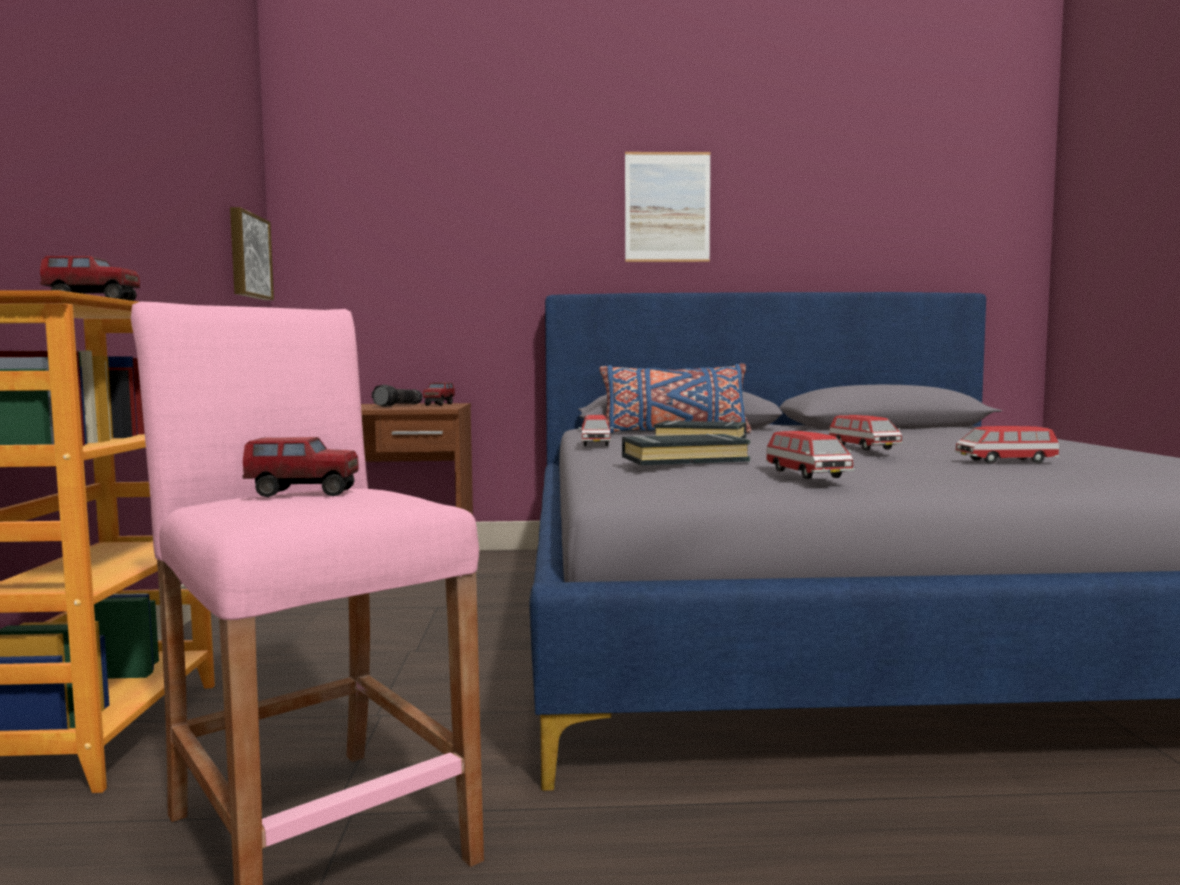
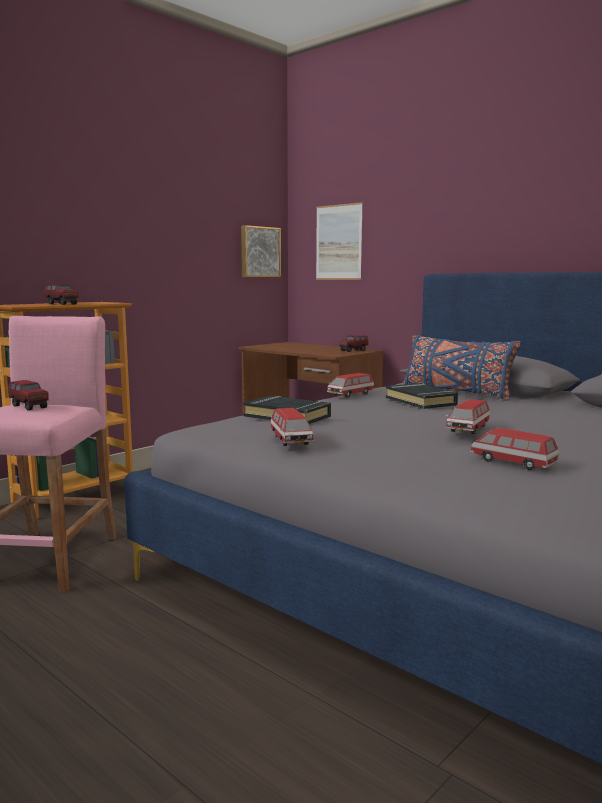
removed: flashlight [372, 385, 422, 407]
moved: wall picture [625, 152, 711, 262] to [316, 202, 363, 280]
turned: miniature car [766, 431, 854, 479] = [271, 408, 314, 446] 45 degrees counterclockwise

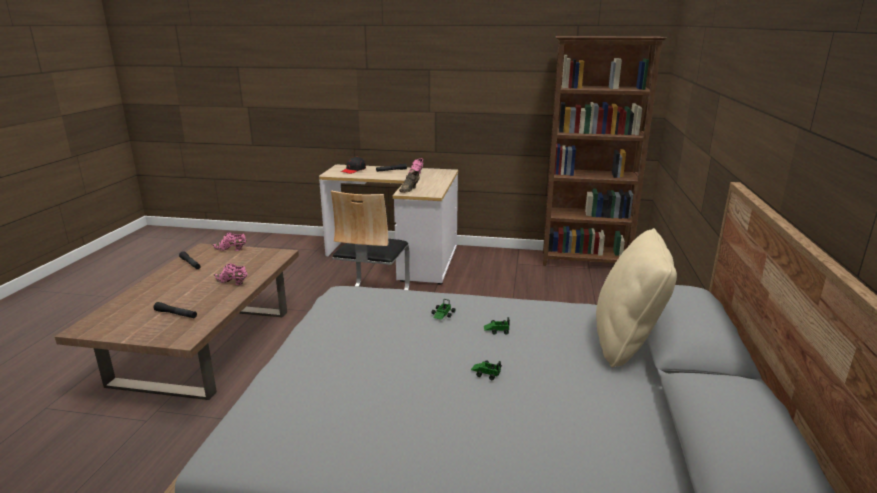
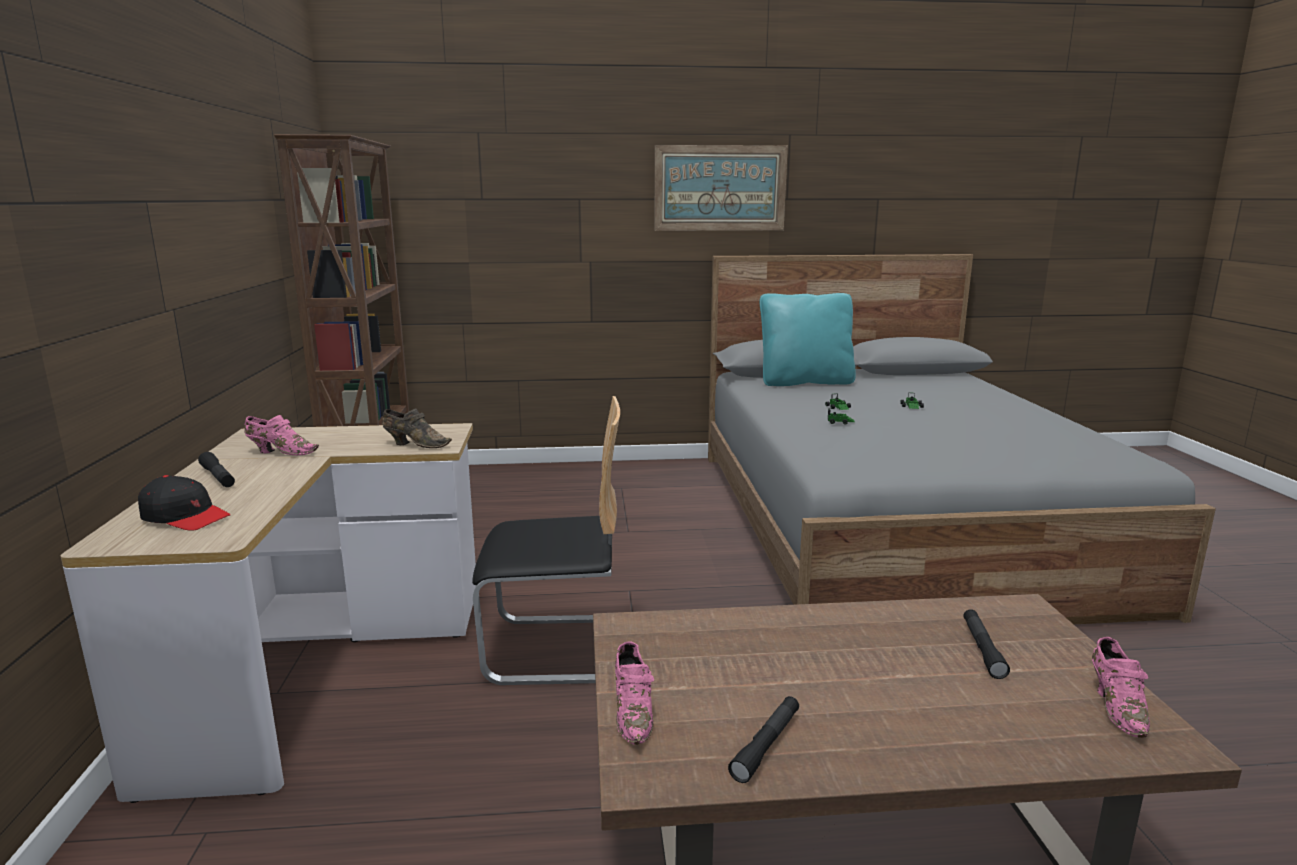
added: wall picture [655, 145, 788, 231]
moved: pinkish item of footwear [214, 263, 248, 285] to [1092, 637, 1150, 738]
recoloured: beige throw pillow [596, 228, 677, 368] to turquoise-coloured throw pillow [760, 293, 856, 386]

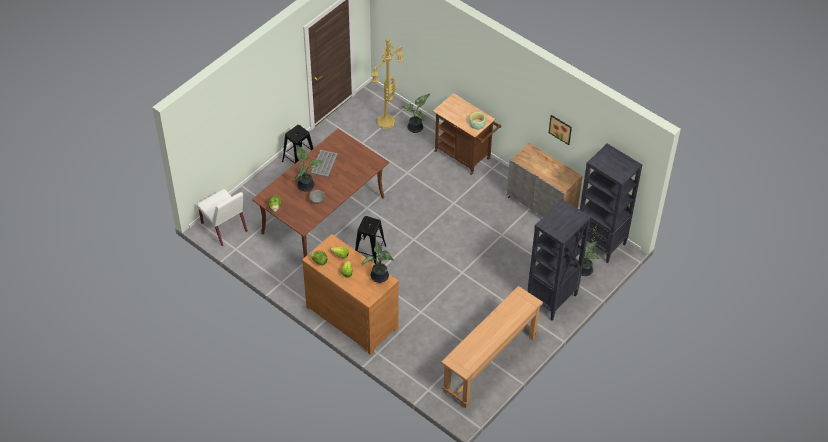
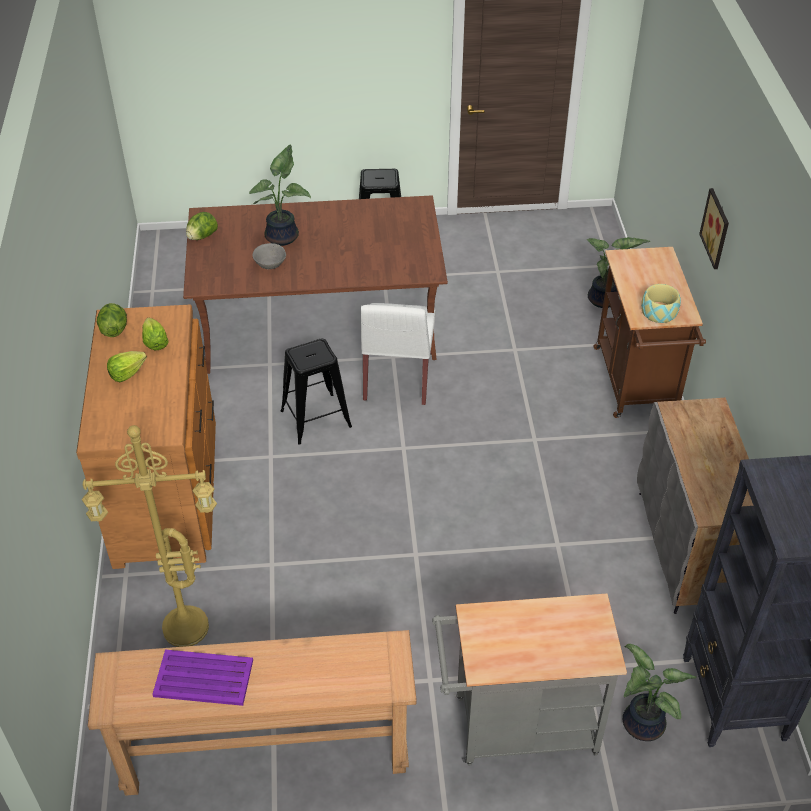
removed: gray carrying tray [311, 150, 338, 177]; potted plant [362, 242, 394, 283]
added: purple-coloured carrying tray [152, 650, 253, 706]
moved: yellowish standing lamp [371, 38, 404, 129] to [82, 425, 217, 647]; white-coloured chair [197, 189, 248, 246] to [361, 303, 436, 405]; wall picture [549, 115, 572, 145] to [699, 188, 729, 269]
replaced: black shelving unit [527, 199, 591, 320] to gray wheeled cart [432, 594, 627, 766]

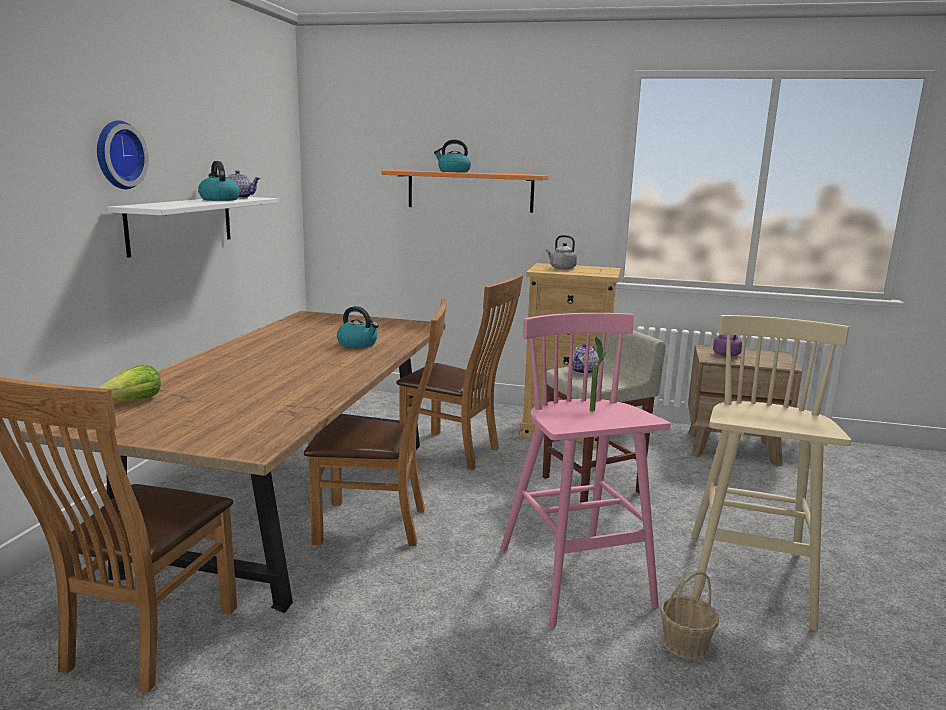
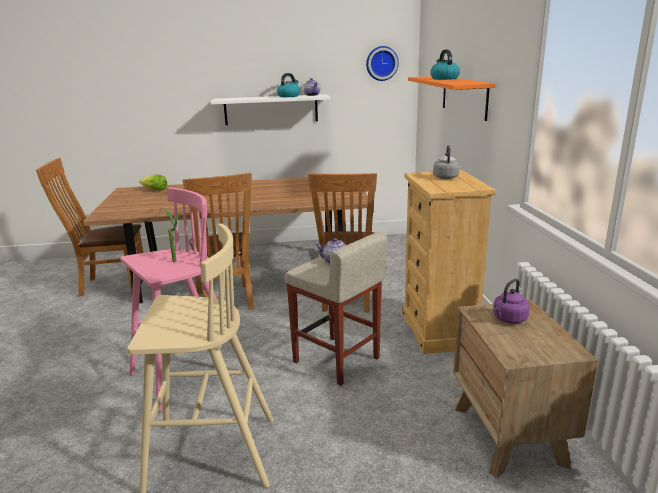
removed: tea kettle [337, 306, 379, 348]; basket [660, 570, 719, 660]
moved: hanging clock [97, 120, 149, 189] to [366, 46, 399, 81]

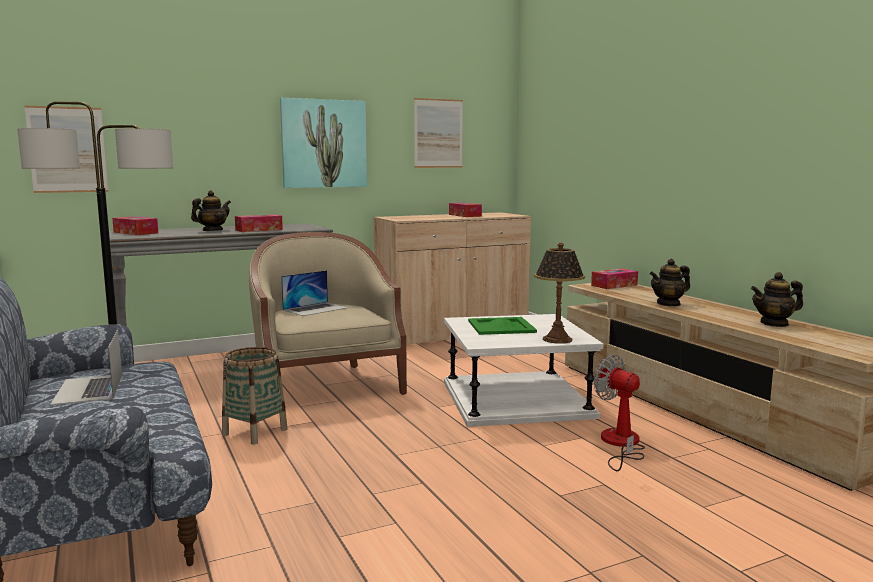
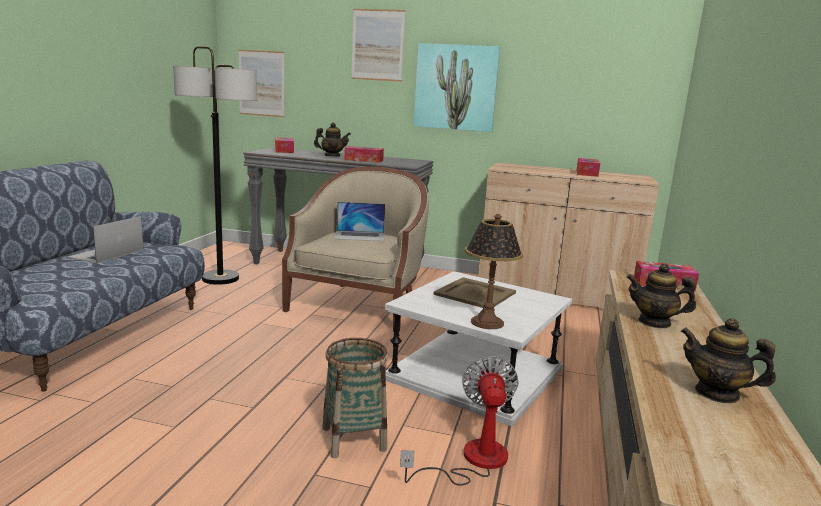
moved: basket [222, 347, 288, 445] to [322, 338, 388, 458]; wall picture [414, 98, 463, 168] to [351, 9, 405, 82]
recoloured: green carrying tray [468, 317, 537, 335] to beige carrying tray [433, 277, 516, 308]

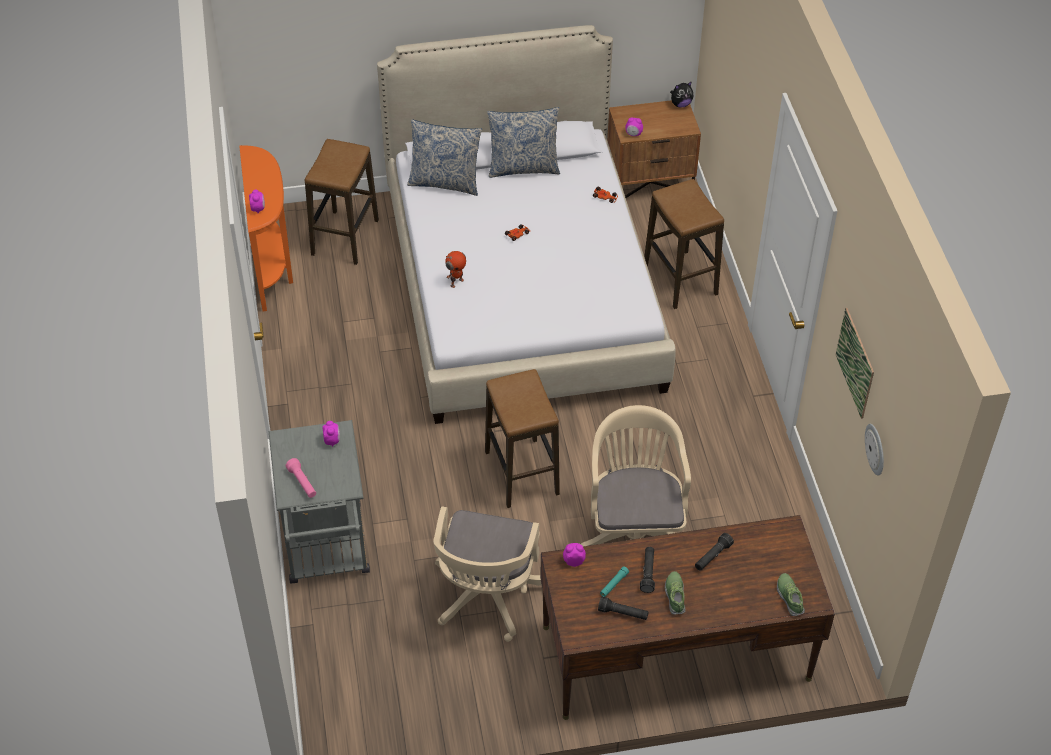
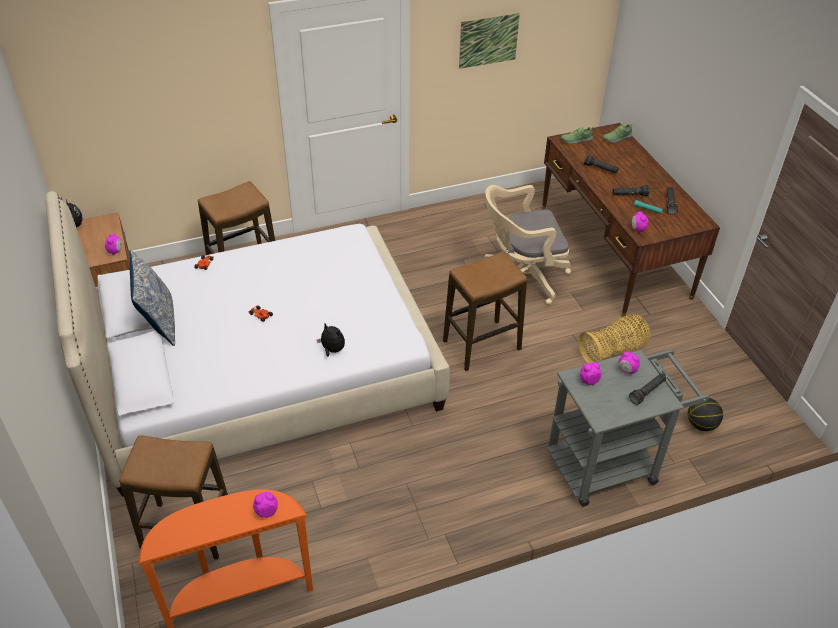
removed: throw pillow [407, 119, 482, 196]; hanging clock [865, 424, 884, 475]
added: table clock [619, 351, 640, 374]; basketball ball [688, 398, 723, 431]
moved: item of footwear [665, 571, 685, 615] to [561, 127, 593, 144]
replaced: toy robot [445, 251, 466, 288] to cuddly toy [317, 324, 345, 357]; beige computer chair [433, 507, 542, 642] to basket [578, 314, 650, 363]
recoloured: pinkish flashlight [286, 458, 316, 498] to black flashlight [629, 373, 666, 405]

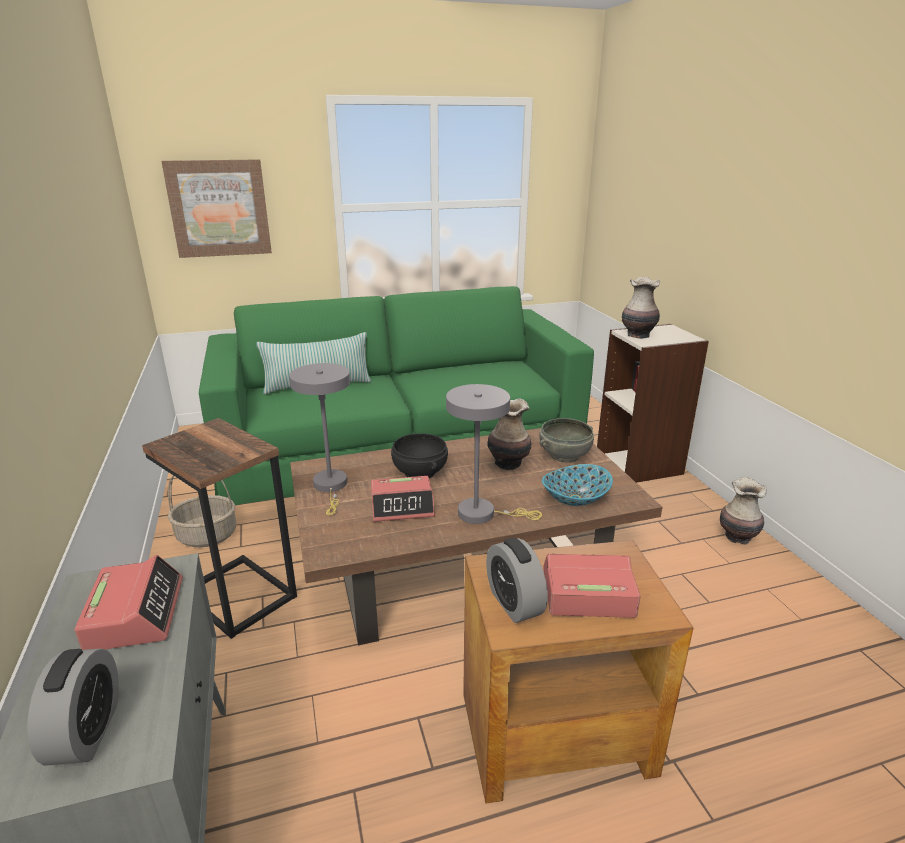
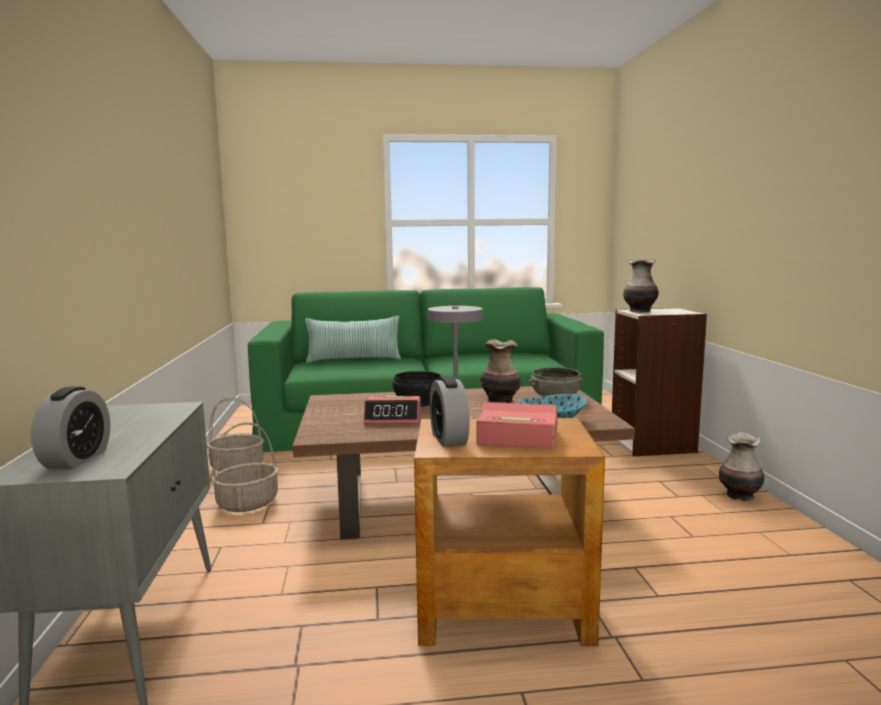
removed: table clock [74, 555, 183, 650]; wall picture [161, 159, 272, 258]; gray tabletop lamp [290, 363, 350, 515]
replaced: accent table [142, 418, 297, 639] to basket [212, 422, 279, 512]

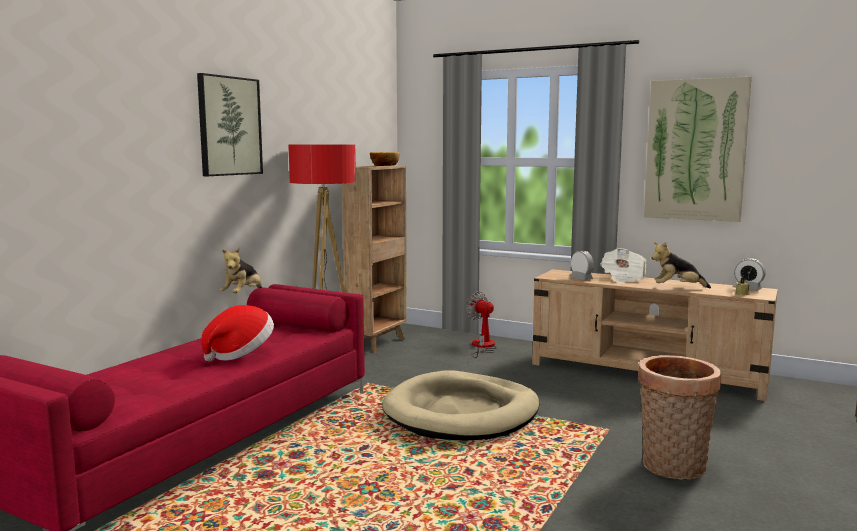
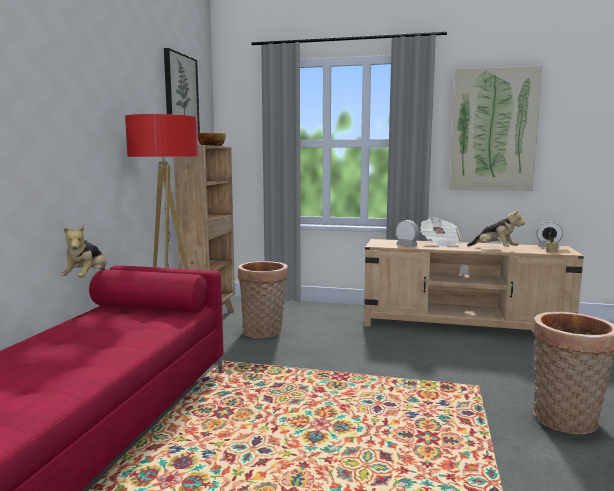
removed: clothing hat [201, 305, 274, 362]; beige pet bed [382, 370, 540, 440]; electric fan [466, 291, 497, 358]
added: basket [238, 261, 288, 338]
moved: wall picture [197, 73, 263, 176] to [164, 48, 200, 133]
turned: cuddly toy [651, 242, 711, 288] = [467, 208, 525, 247] 120 degrees counterclockwise

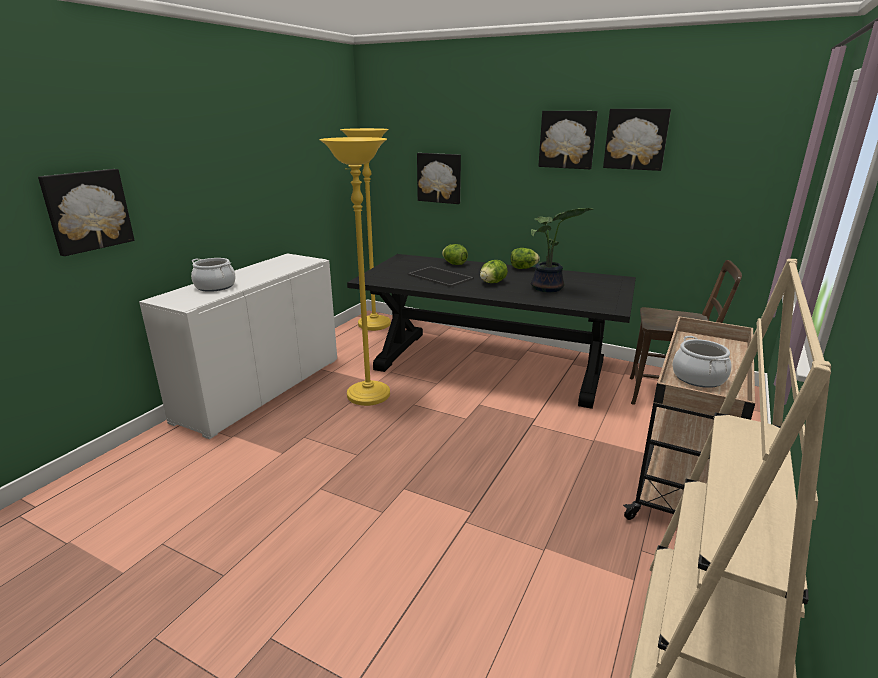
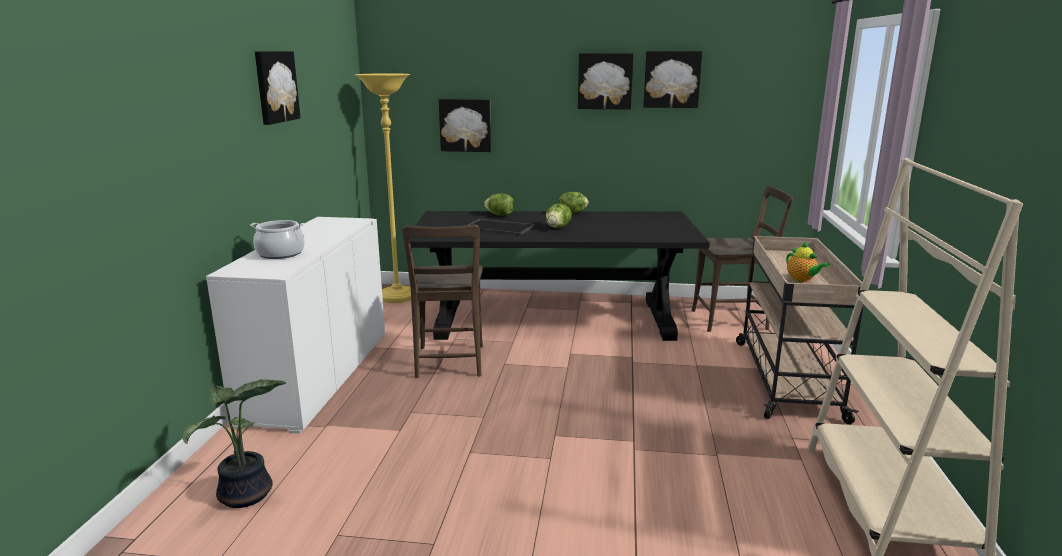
moved: potted plant [531, 208, 593, 292] to [183, 379, 287, 508]; wall picture [38, 169, 135, 256] to [255, 51, 301, 125]
replaced: yellowish standing lamp [319, 137, 390, 406] to brown chair [402, 224, 483, 378]; cooking pot [672, 336, 732, 388] to pot for tea [786, 241, 830, 282]

